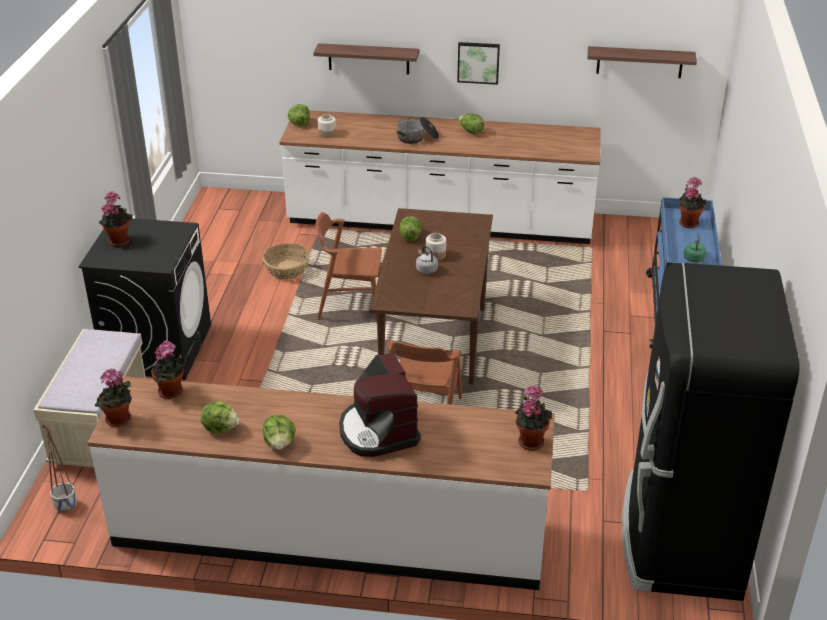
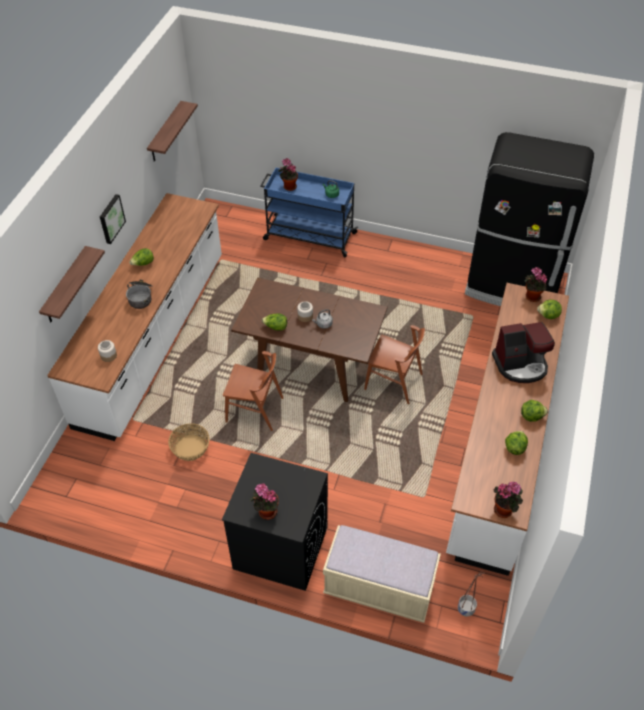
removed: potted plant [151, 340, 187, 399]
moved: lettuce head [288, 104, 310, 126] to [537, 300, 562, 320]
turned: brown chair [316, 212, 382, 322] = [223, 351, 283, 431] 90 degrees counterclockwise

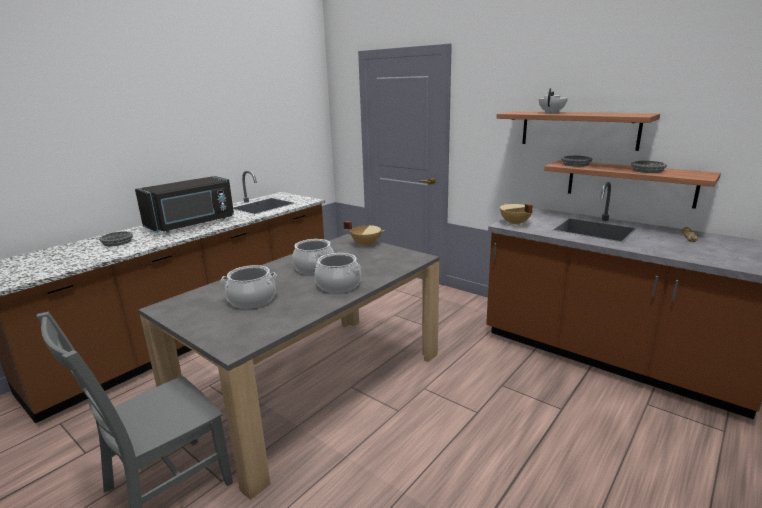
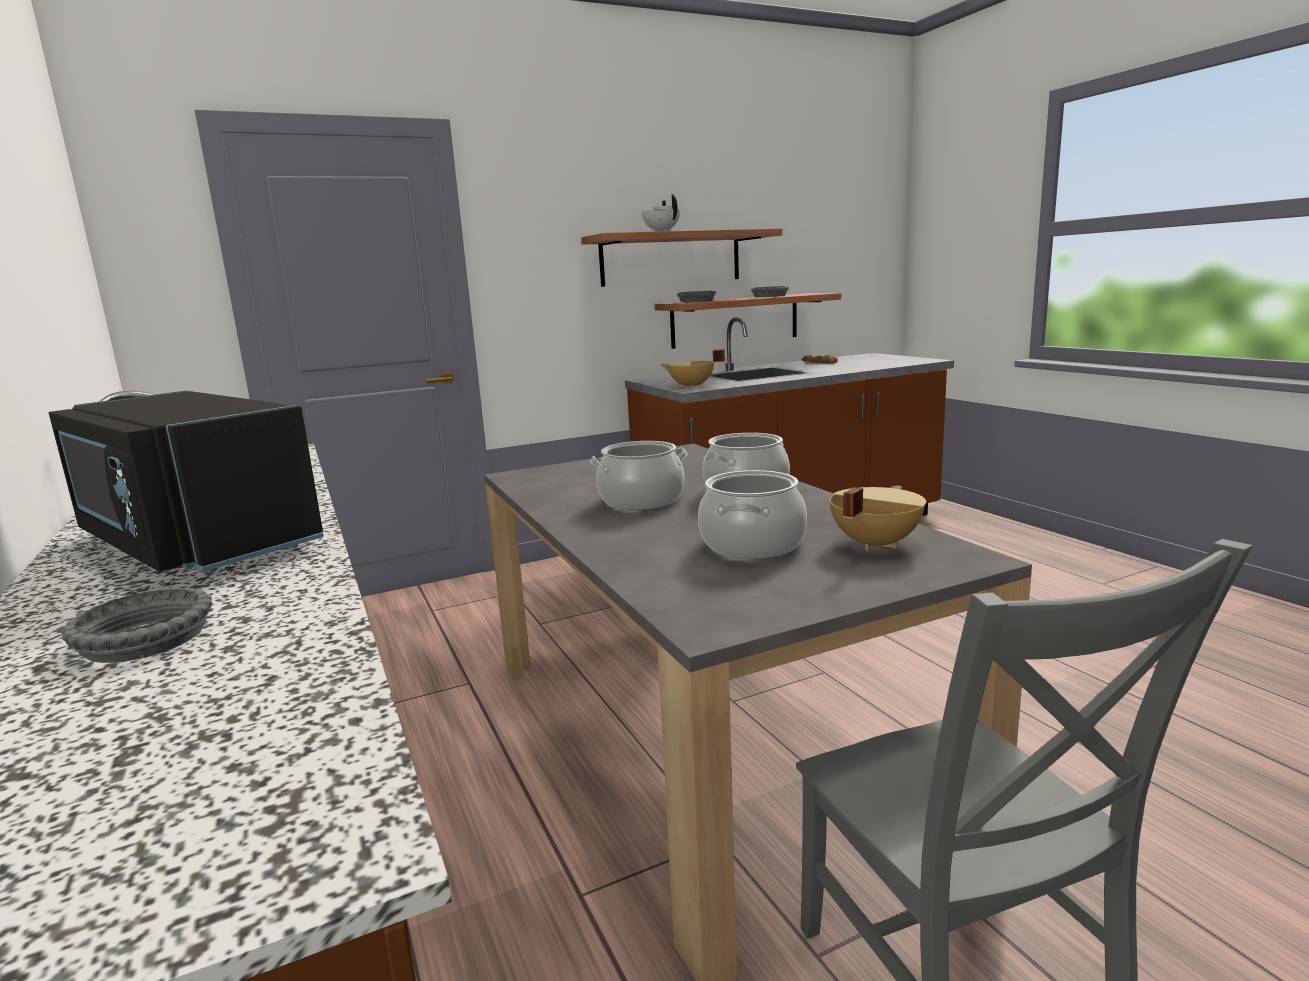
moved: beige cooking pot [343, 221, 385, 247] to [829, 486, 926, 551]
turned: black microwave oven [135, 176, 234, 233] = [49, 391, 324, 573] 150 degrees clockwise

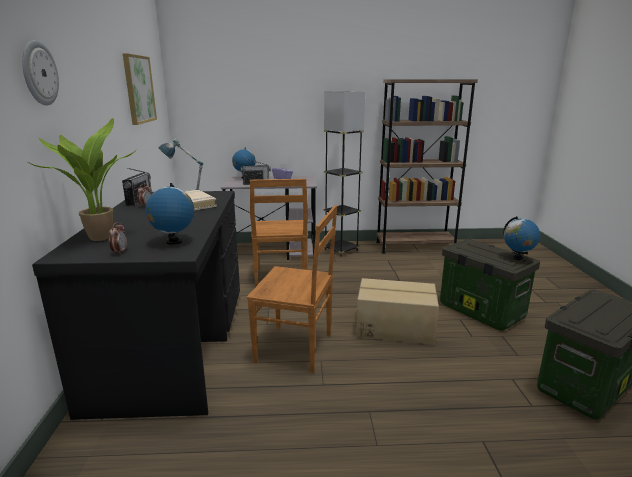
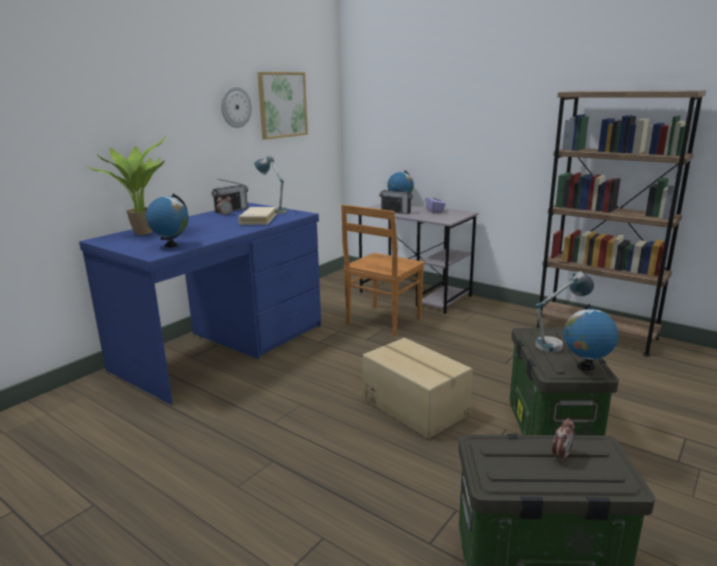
removed: brown chair [247, 205, 337, 373]; gray standing lamp [323, 91, 365, 257]
added: tabletop lamp [535, 272, 594, 352]
moved: hanging clock [22, 40, 59, 106] to [221, 86, 252, 128]; table clock [109, 222, 127, 253] to [552, 418, 575, 462]
recoloured: black desk unit [32, 191, 240, 420] to blue-coloured desk unit [79, 203, 321, 405]

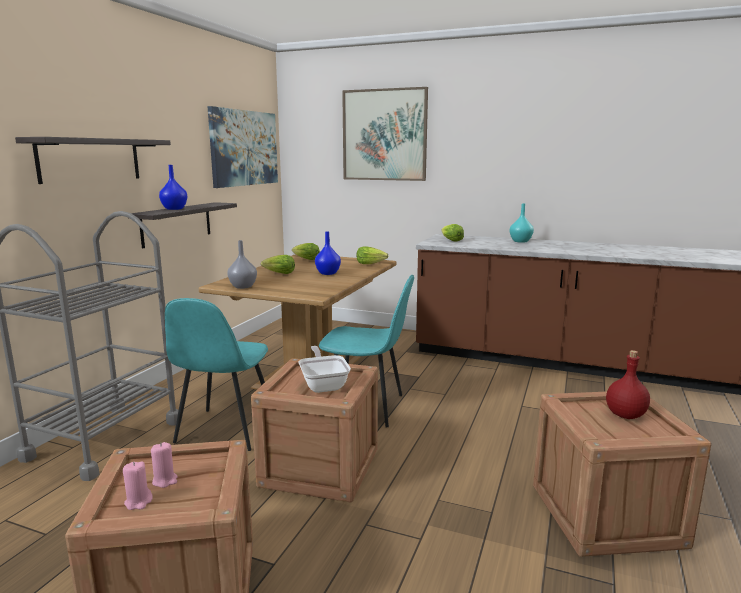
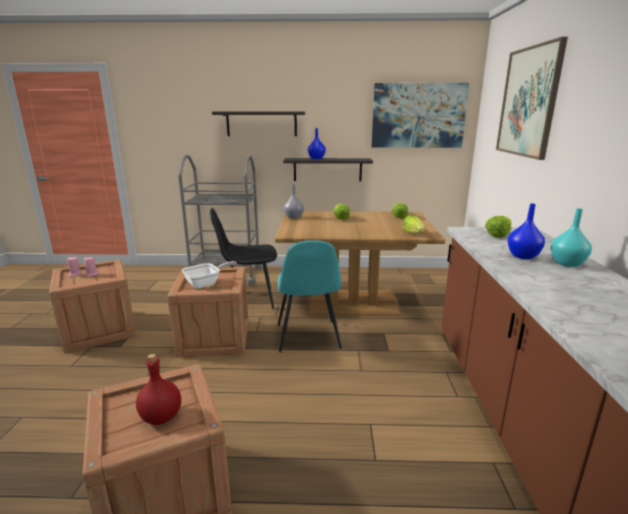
moved: blue-coloured flower vase [315, 231, 341, 275] to [508, 203, 545, 259]
recoloured: turquoise-coloured chair [165, 298, 268, 451] to black chair [210, 208, 277, 309]

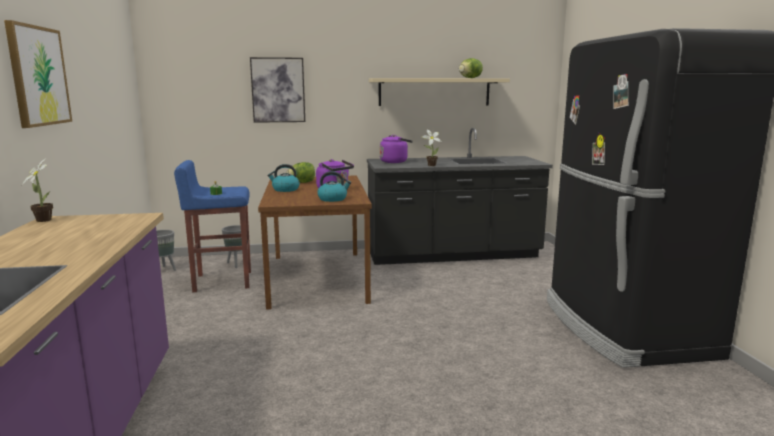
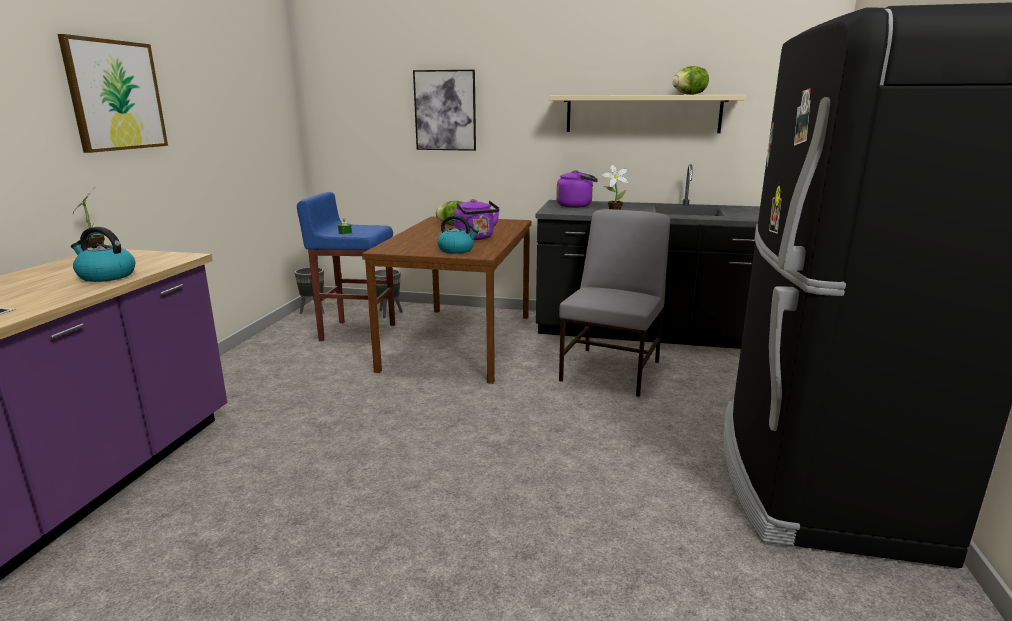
added: gray chair [559, 209, 670, 397]
moved: tea kettle [267, 164, 300, 192] to [71, 227, 135, 282]

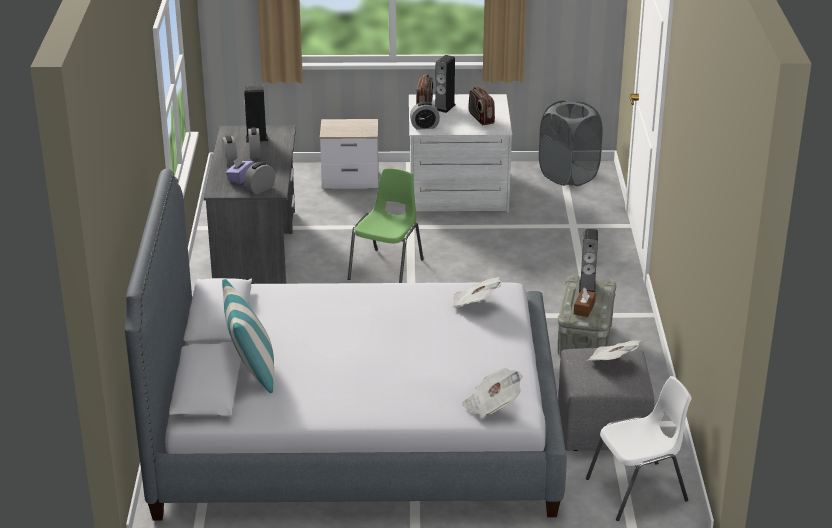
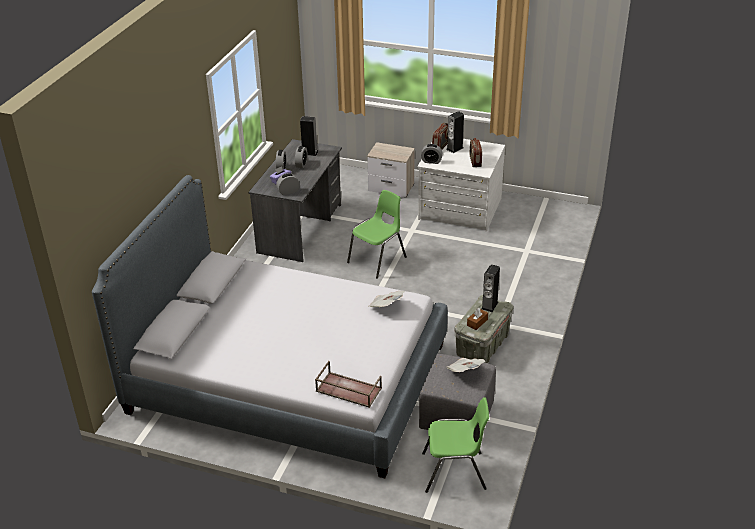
removed: throw pillow [222, 278, 274, 393]; gray laundry basket [539, 101, 603, 186]
replaced: printed paper [463, 368, 523, 418] to brown carrying tray [315, 361, 382, 408]
recoloured: white-coloured chair [586, 376, 691, 521] to green chair [422, 397, 489, 493]

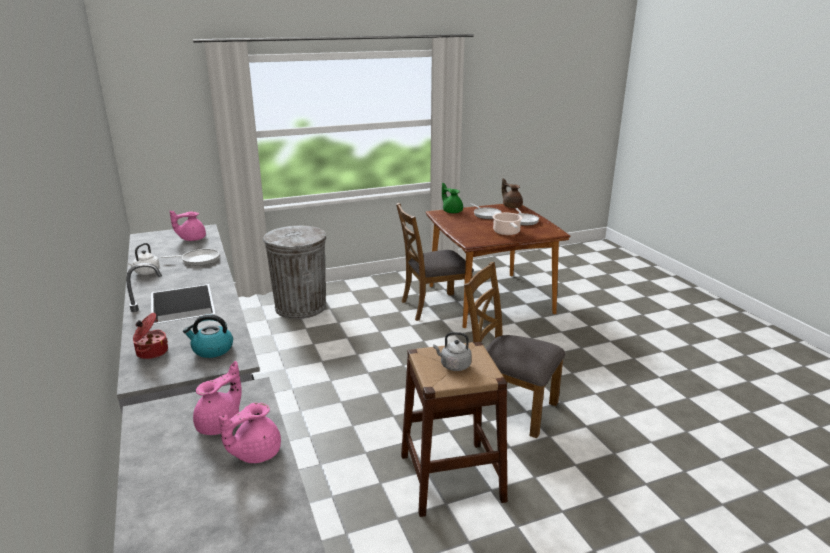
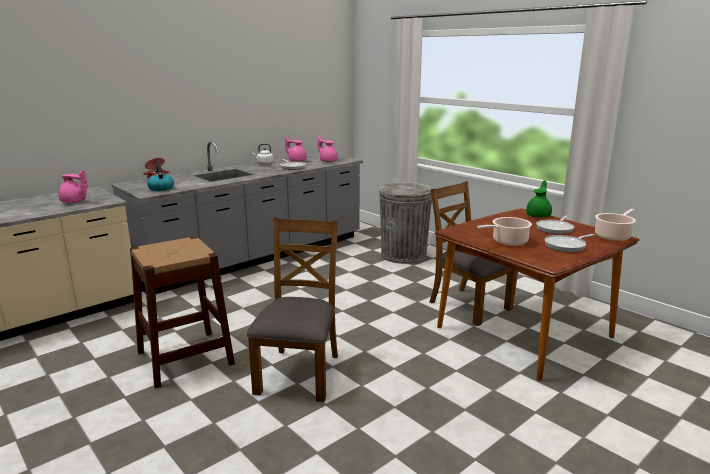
removed: gray tea kettle [433, 332, 472, 371]
moved: pinkish pot for tea [219, 402, 281, 463] to [285, 136, 307, 162]
replaced: brown pot for tea [502, 178, 523, 208] to cooking pot [595, 209, 636, 241]

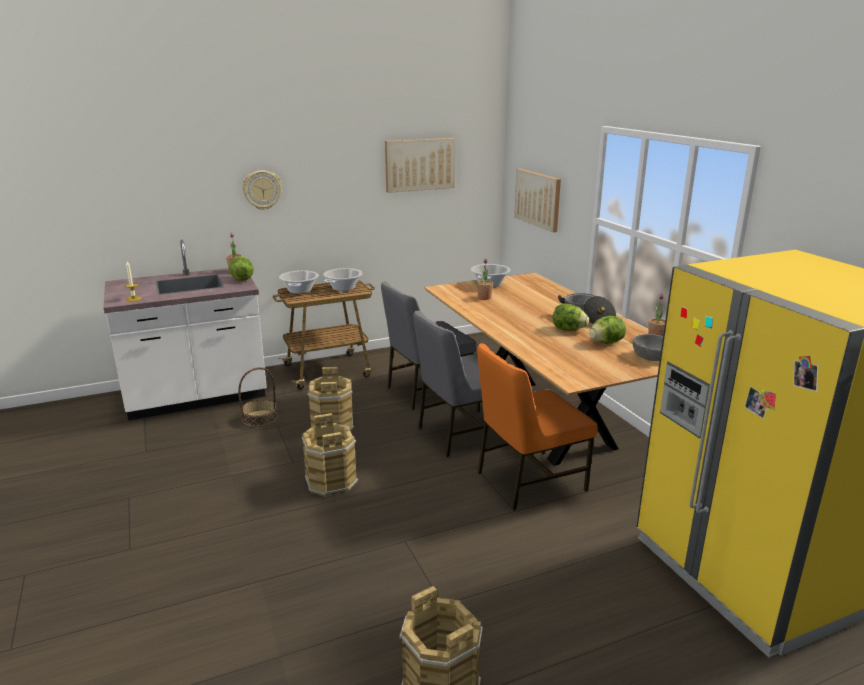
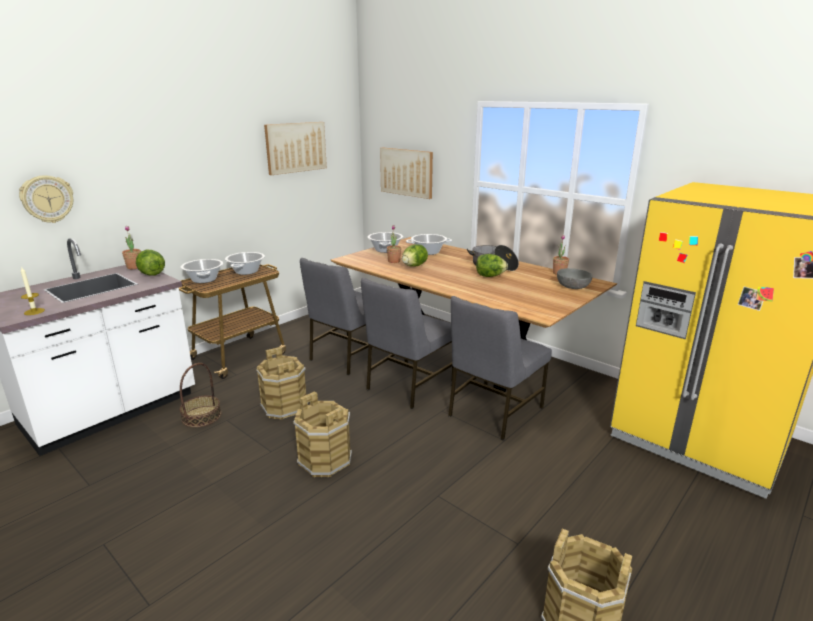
added: cooking pot [406, 234, 452, 255]
moved: hanging clock [242, 170, 282, 210] to [19, 175, 73, 223]; lettuce head [589, 316, 626, 344] to [402, 244, 428, 267]
recoloured: orange chair [477, 343, 598, 511] to gray chair [448, 296, 552, 440]

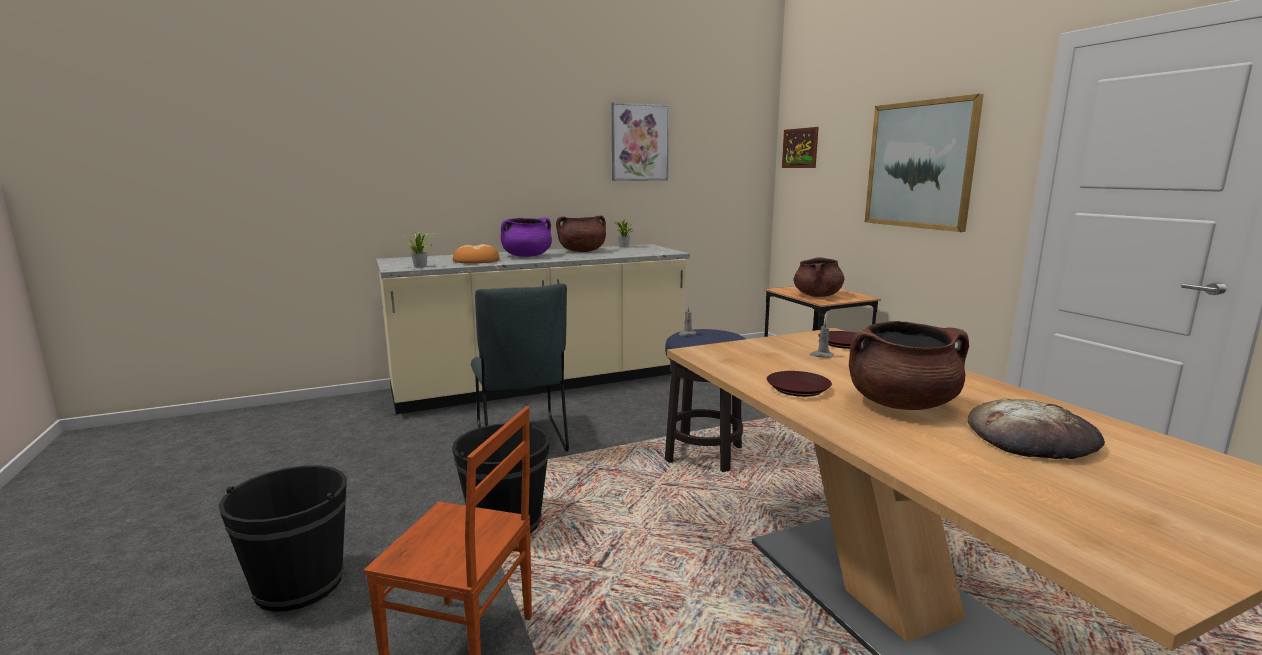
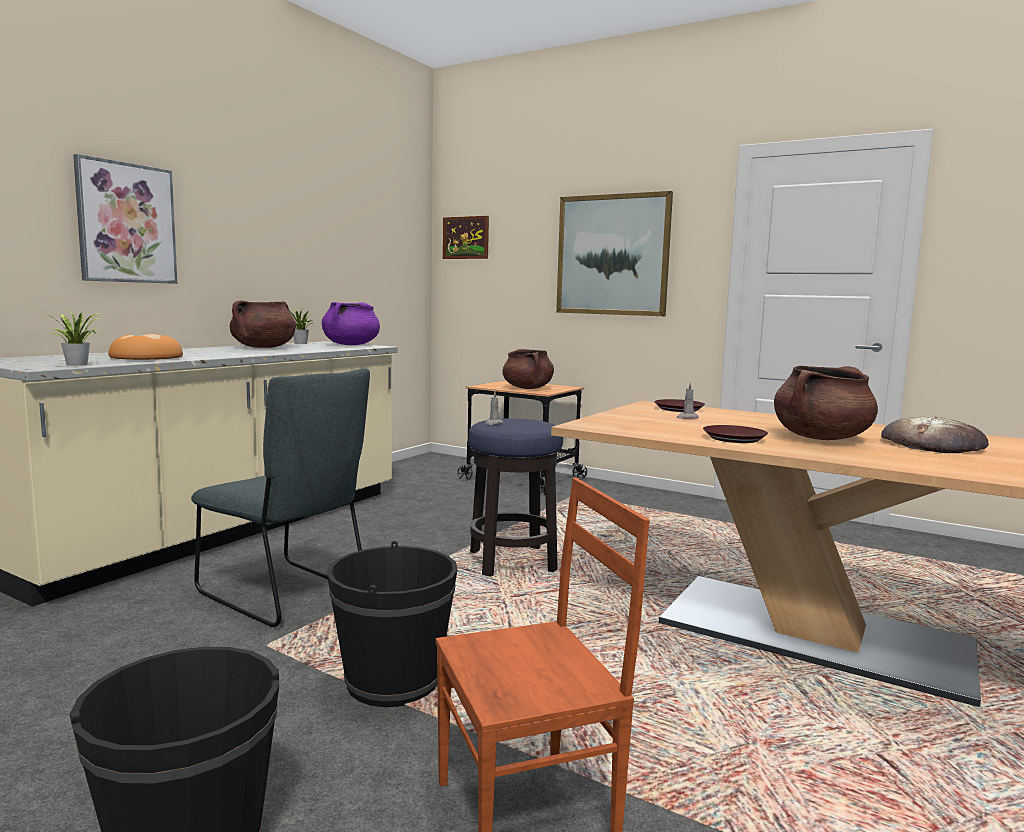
moved: wall picture [612, 102, 669, 181] to [73, 154, 178, 284]; purple-coloured cooking pot [500, 217, 552, 257] to [322, 302, 380, 345]

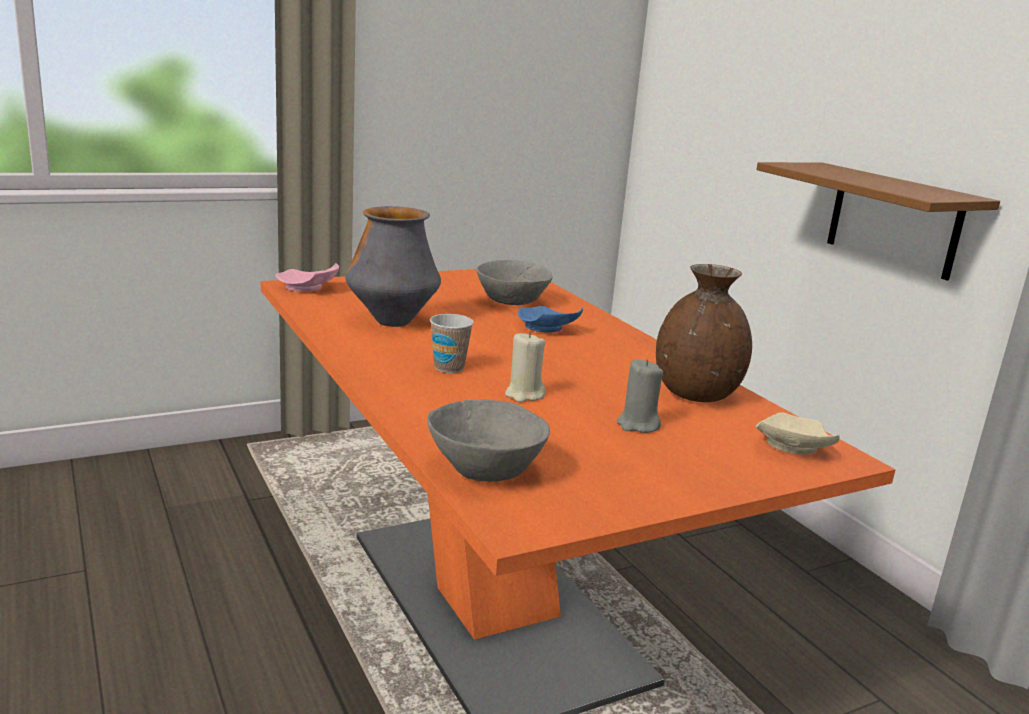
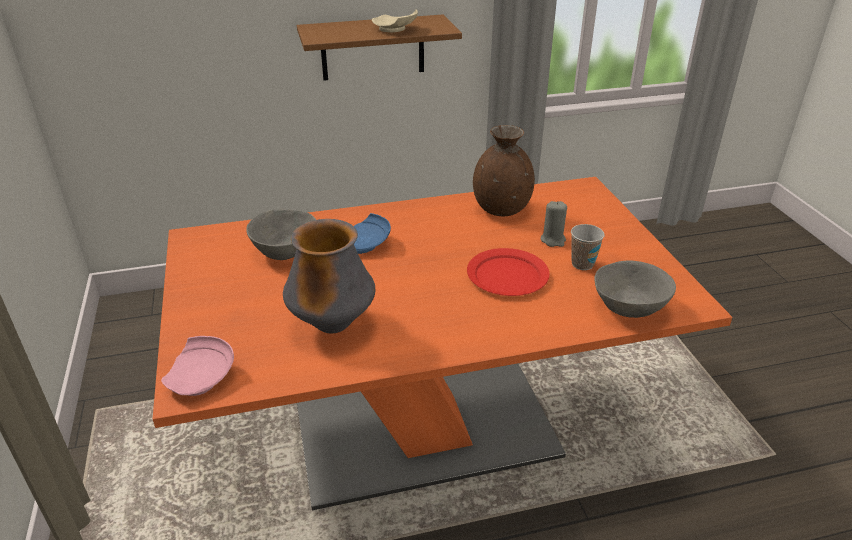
moved: beige dinner plate [756, 412, 840, 454] to [372, 10, 418, 32]; cup [430, 314, 474, 373] to [571, 224, 604, 270]
replaced: beige candle [505, 332, 546, 402] to red dinner plate [467, 248, 550, 296]

